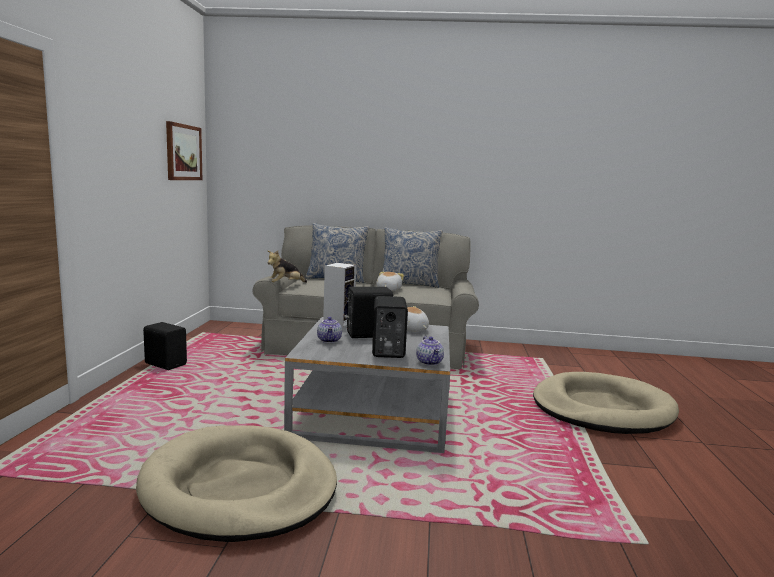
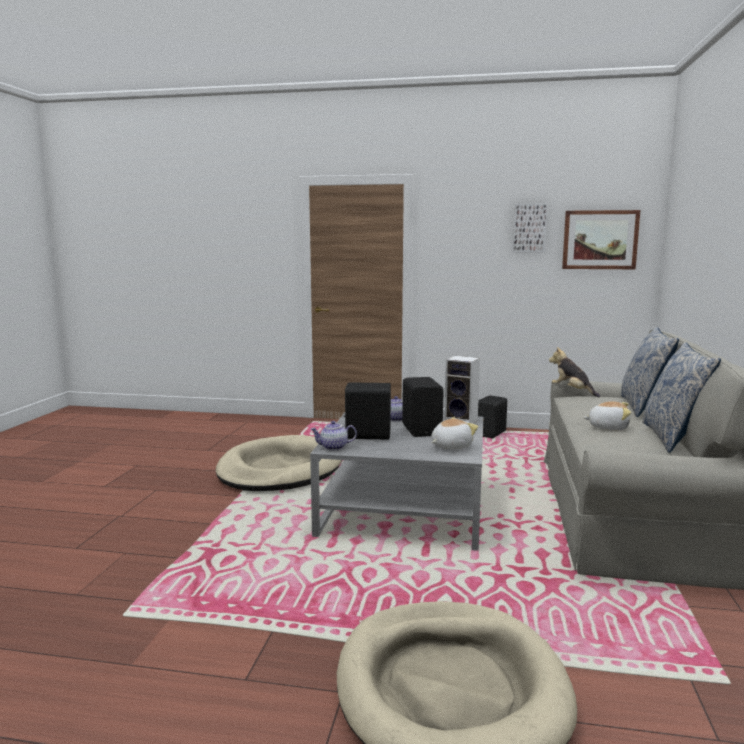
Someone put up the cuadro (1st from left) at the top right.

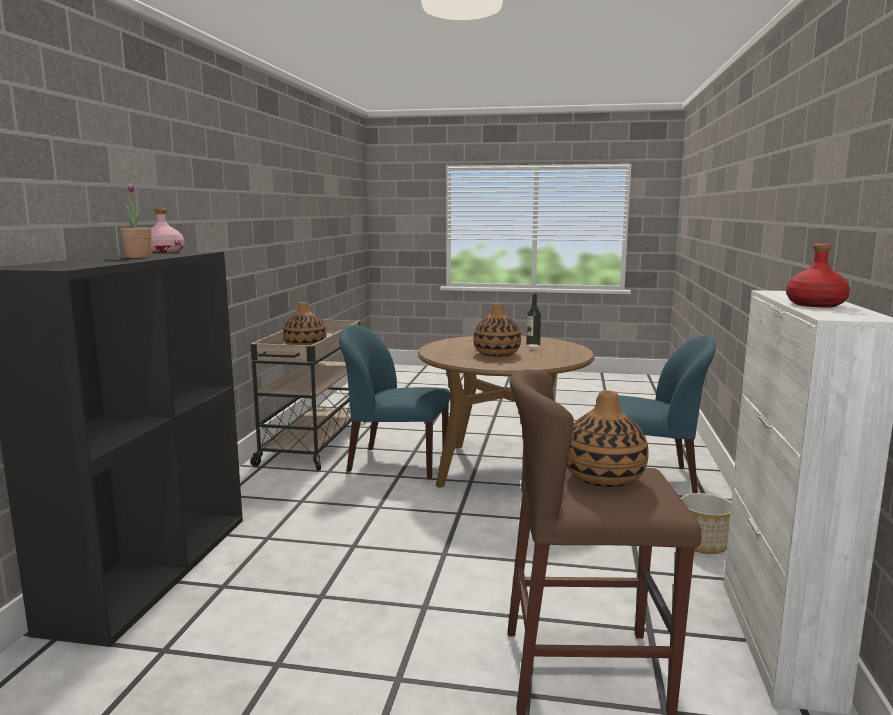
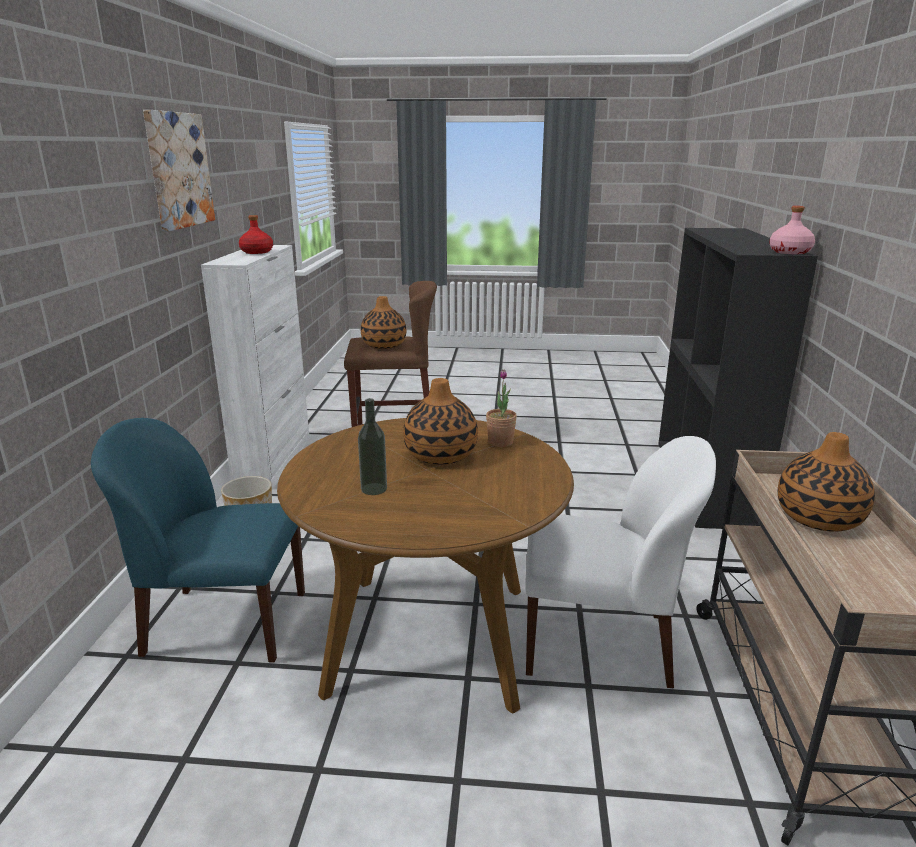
Someone carried the planta en maceta from the top left to the centre.
Someone repainted the silla/azul (1st from left) at the centre, which became the silla/blanco at the middle right.
Someone put up the cuadro at the top left.

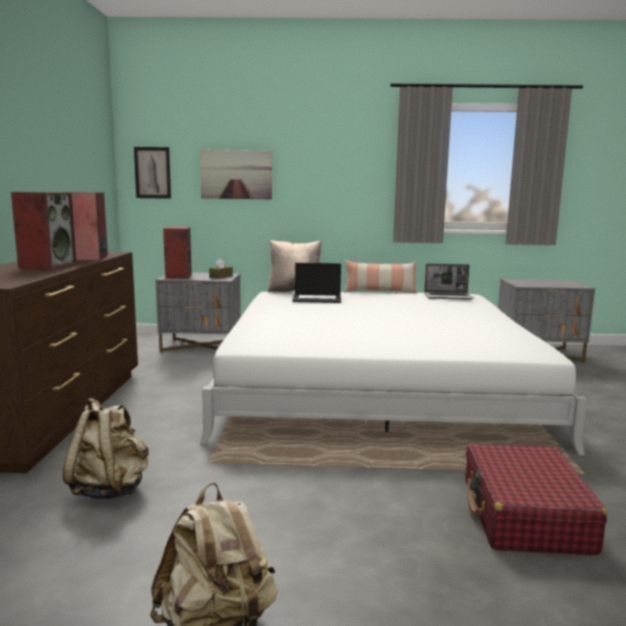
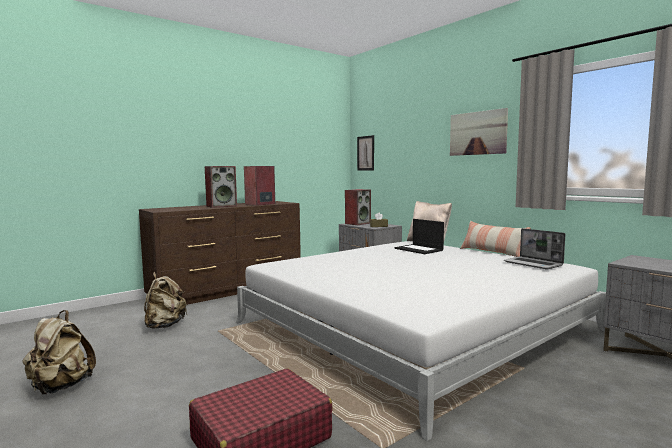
Someone carried the cuadro (2nd from left) from the top centre to the top right.

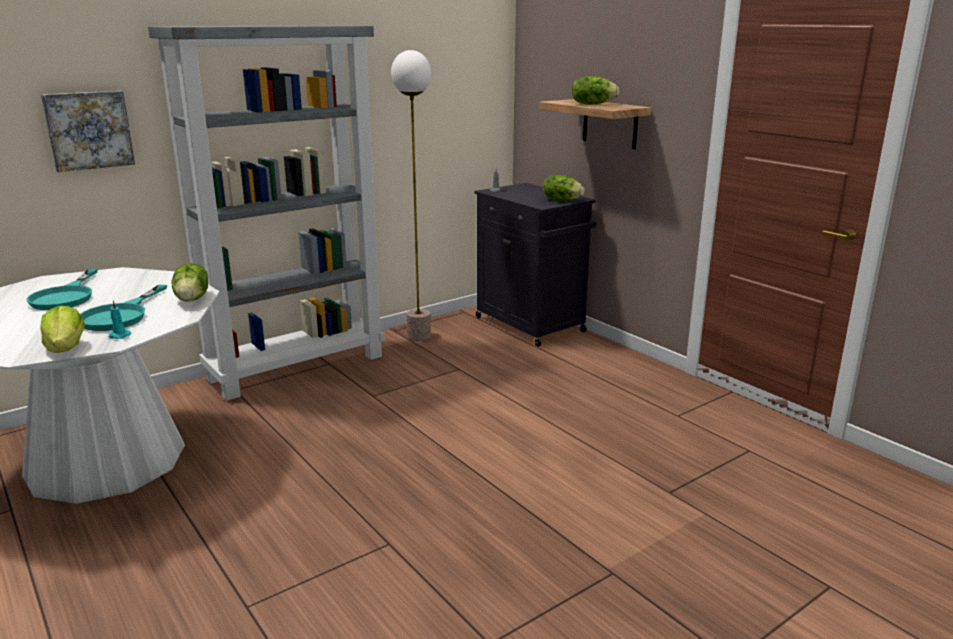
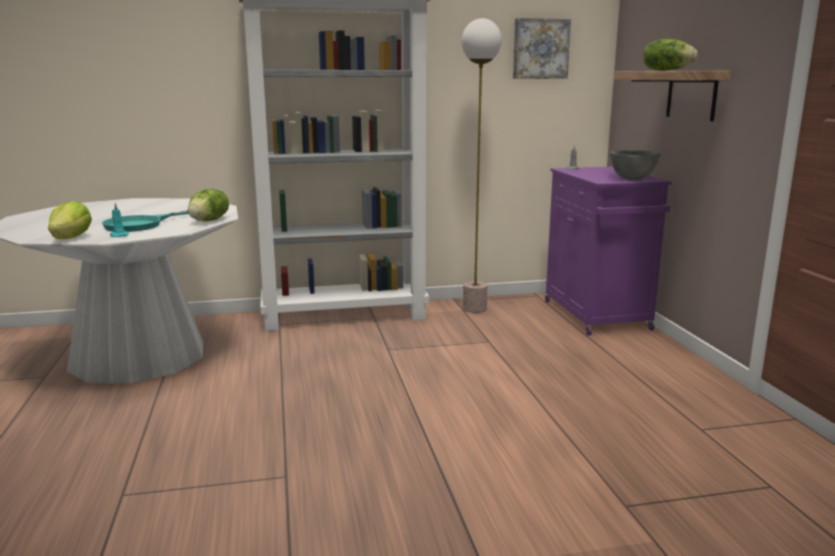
Someone carried the cuadro from the top left to the top centre.
Someone swapped the lechuga (3rd from left) at the top centre for the cuenco/gris at the top right.
Someone repainted the armario/negro at the centre, which became the armario/morado at the middle right.
Someone took away the sartén/turquesa (1st from left) at the middle left.

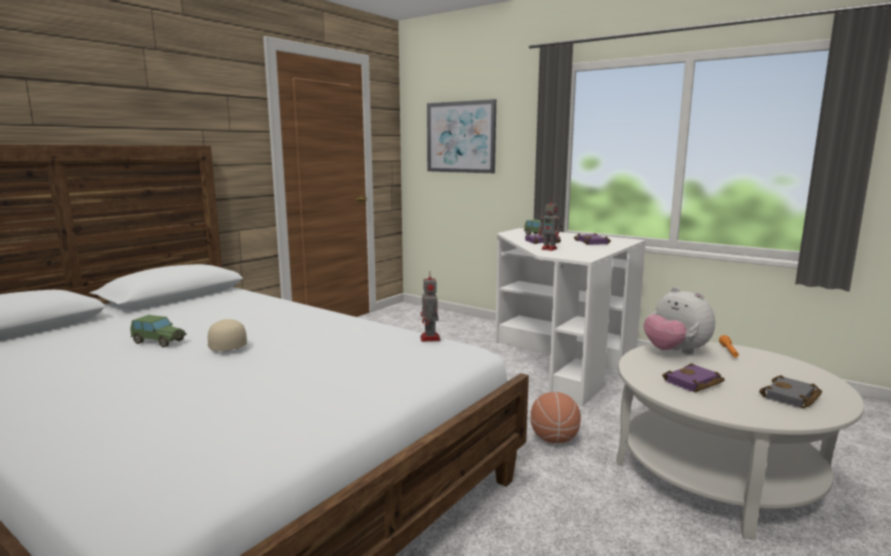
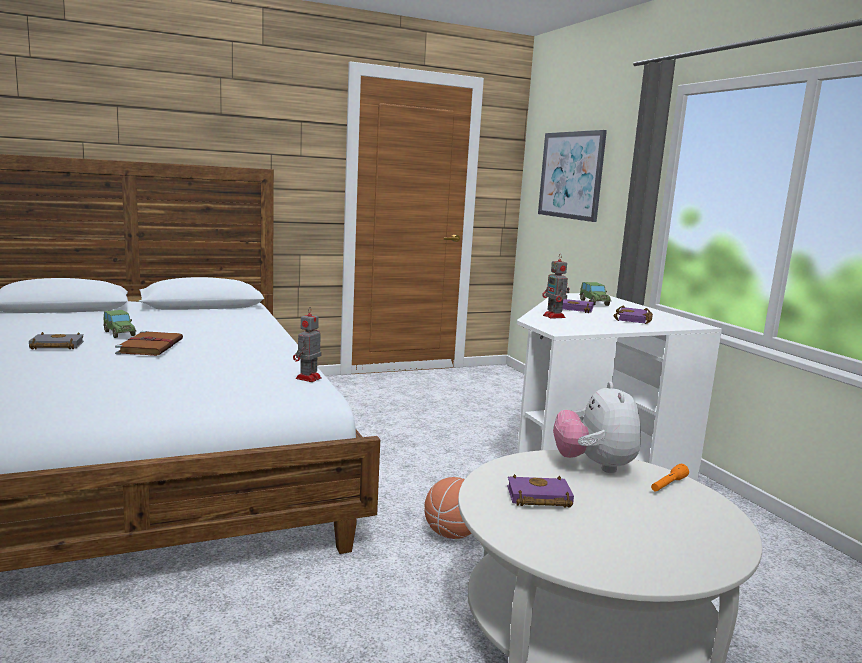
Someone swapped the gorra/beis at the middle left for the libro/marrón at the middle left.
Someone carried the libro/gris from the bottom right to the middle left.

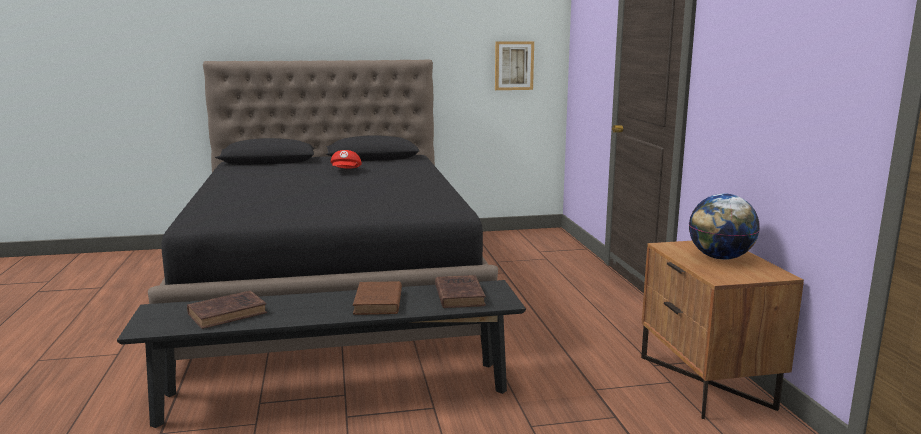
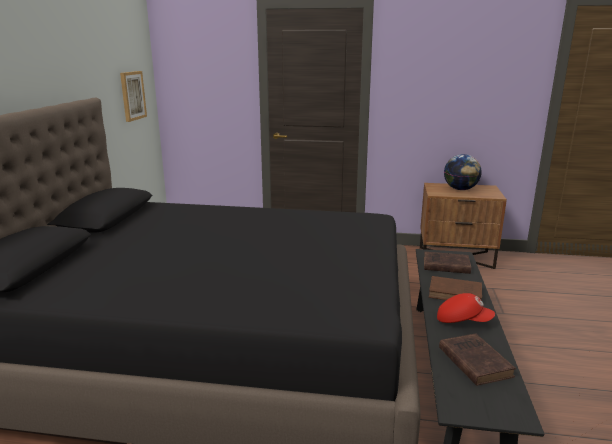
Someone carried the gorra/rojo from the centre to the bottom right.

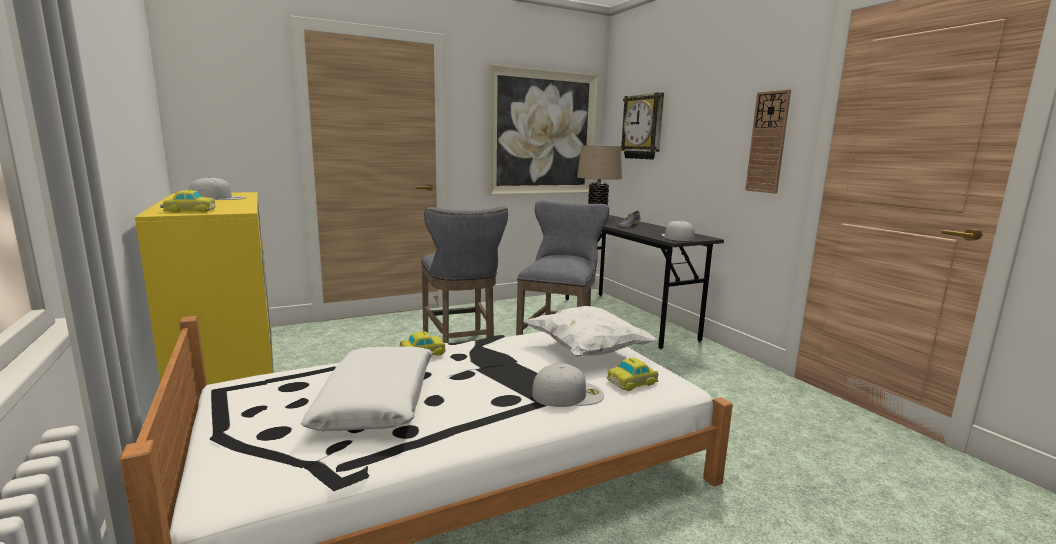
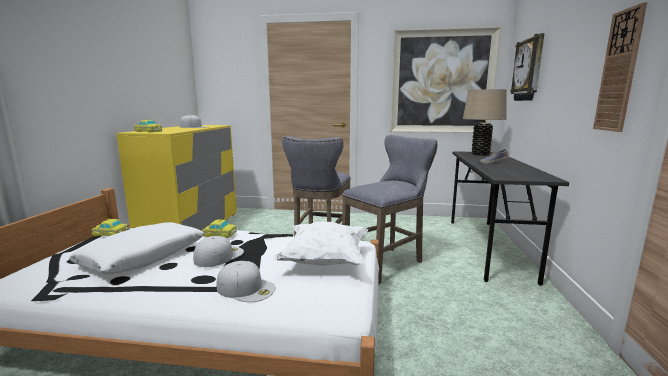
Someone carried the gorra/blanco (3rd from left in the first image) from the centre to the bottom left.
Someone carried the coche de juguete (3rd from left in the first image) from the bottom centre to the middle left.

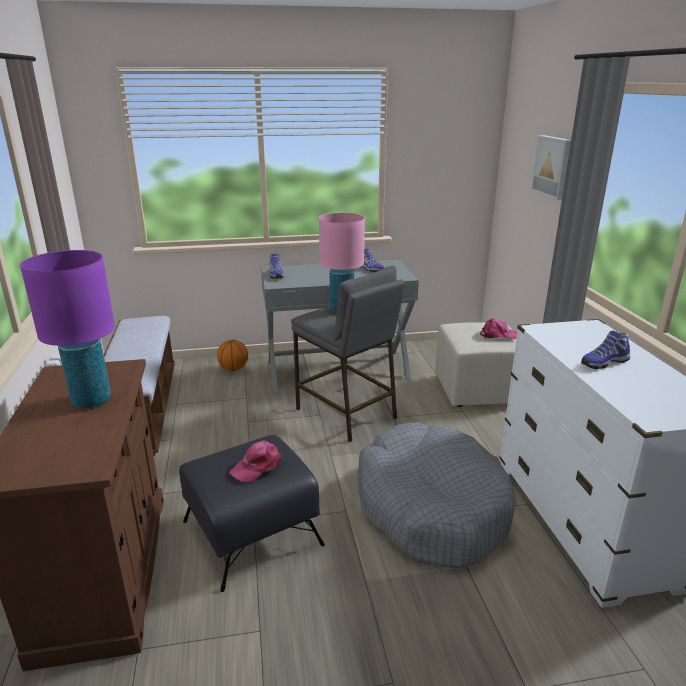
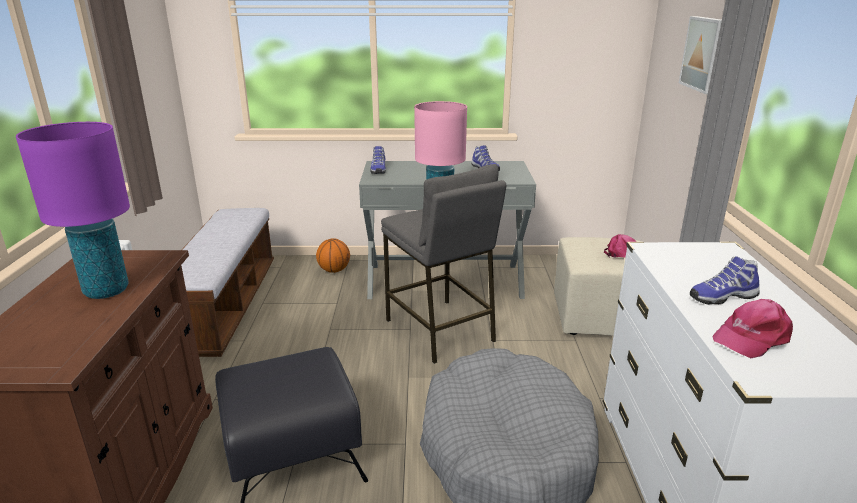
Someone carried the gorra/rosa (1st from left in the first image) from the bottom centre to the middle right.

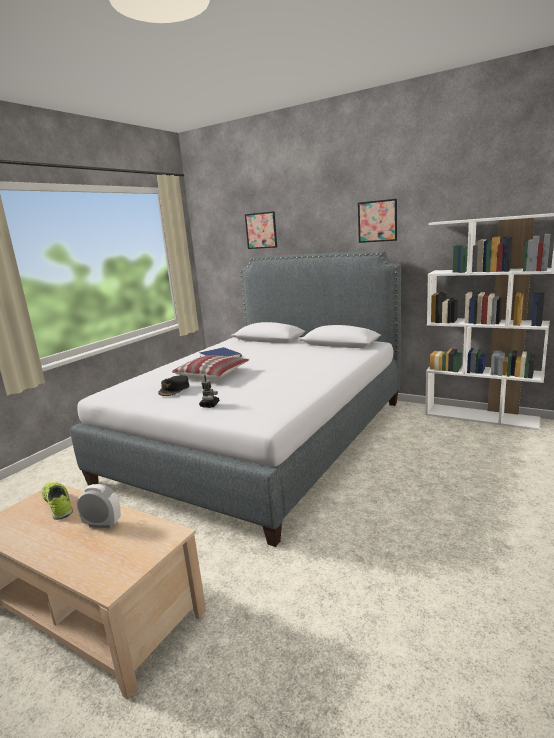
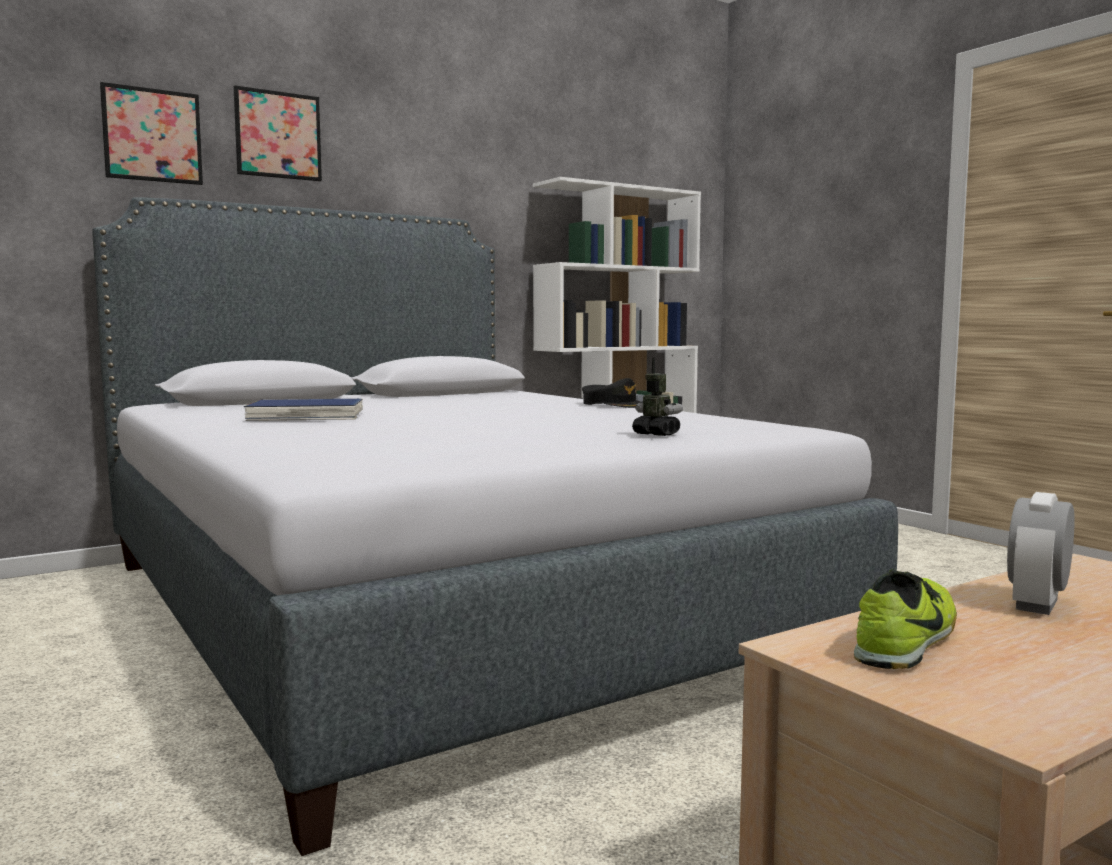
Someone carried the cuadro (2nd from left) from the top right to the top left.
Someone took away the cojín at the centre.
Someone carried the gorra/negro from the middle left to the centre.
Someone rotated the zapato at the bottom left by 135 degrees clockwise.

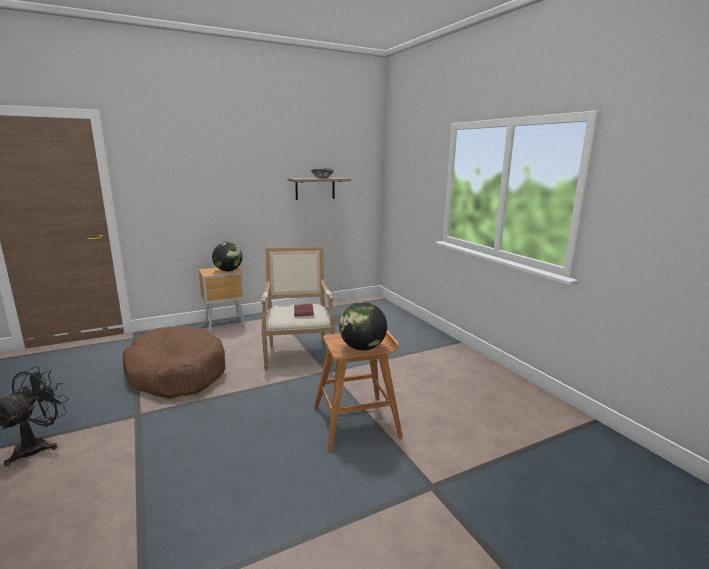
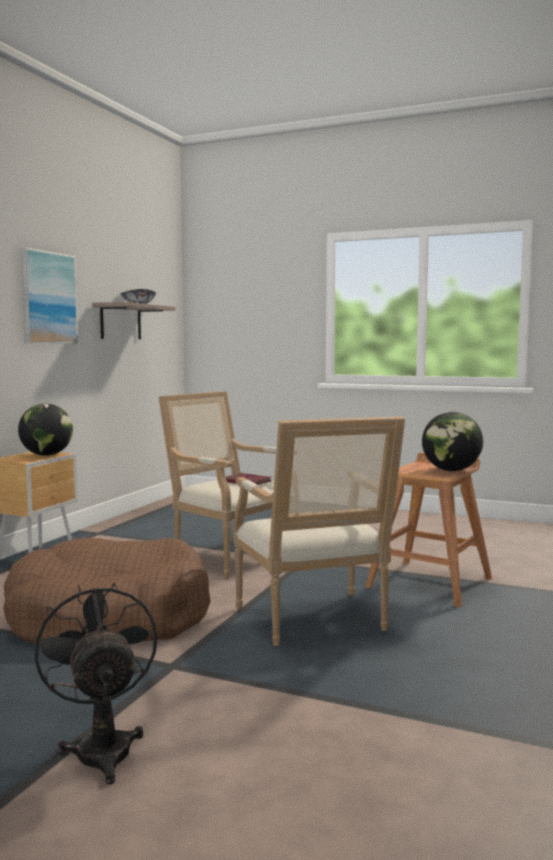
Someone put up the cuadro at the middle left.
Someone put down the sillón (2nd from left) at the centre.

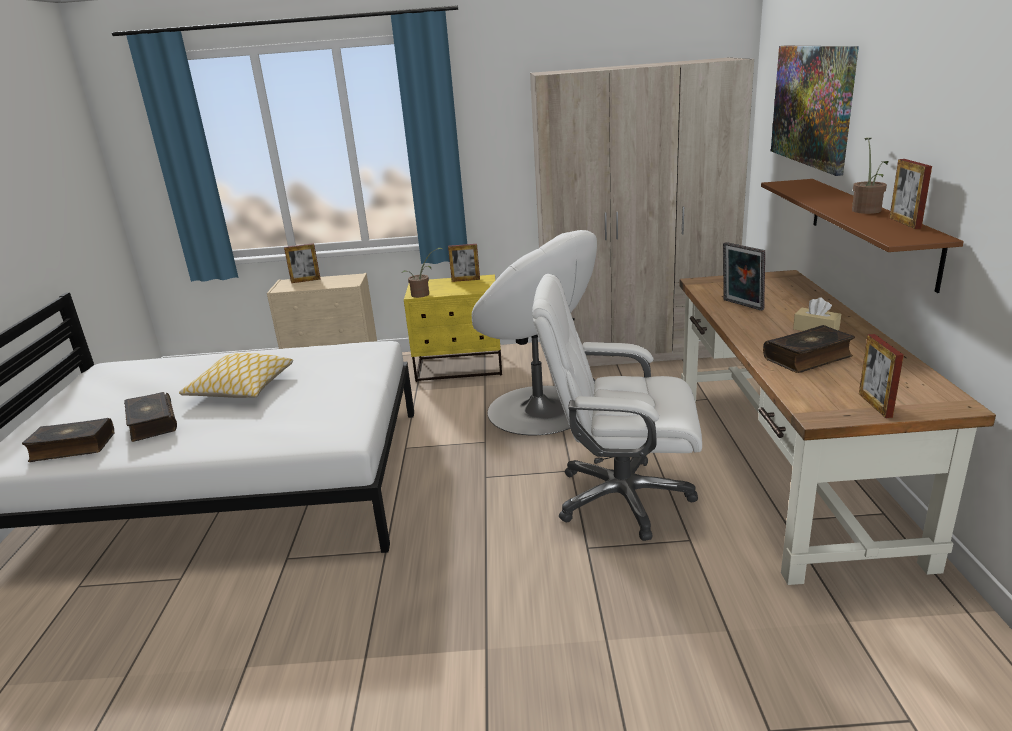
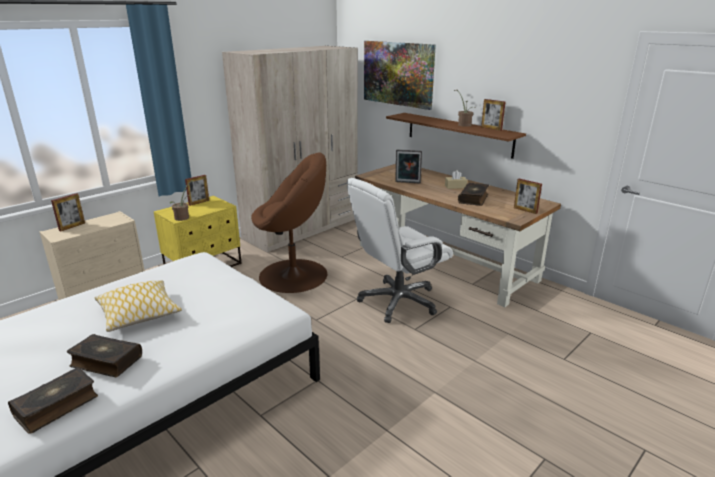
Someone repainted the sillón/blanco at the centre, which became the sillón/marrón at the centre.

